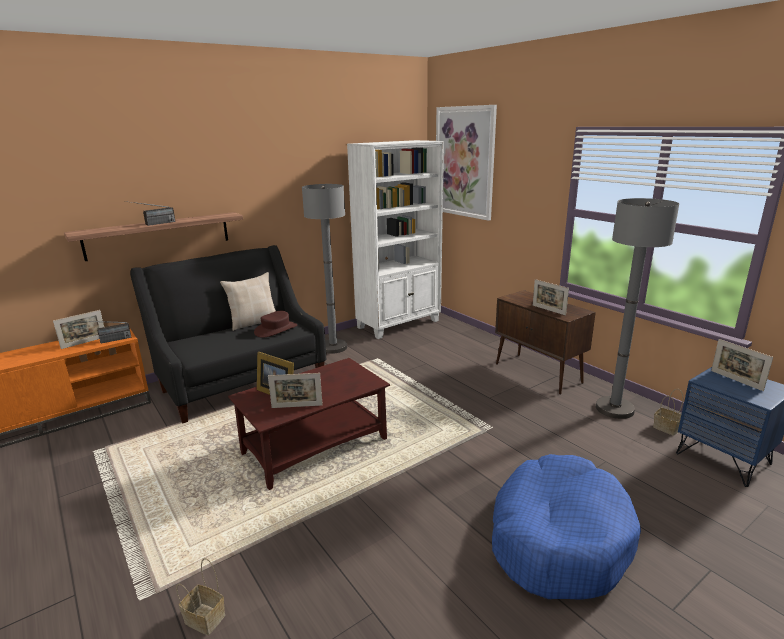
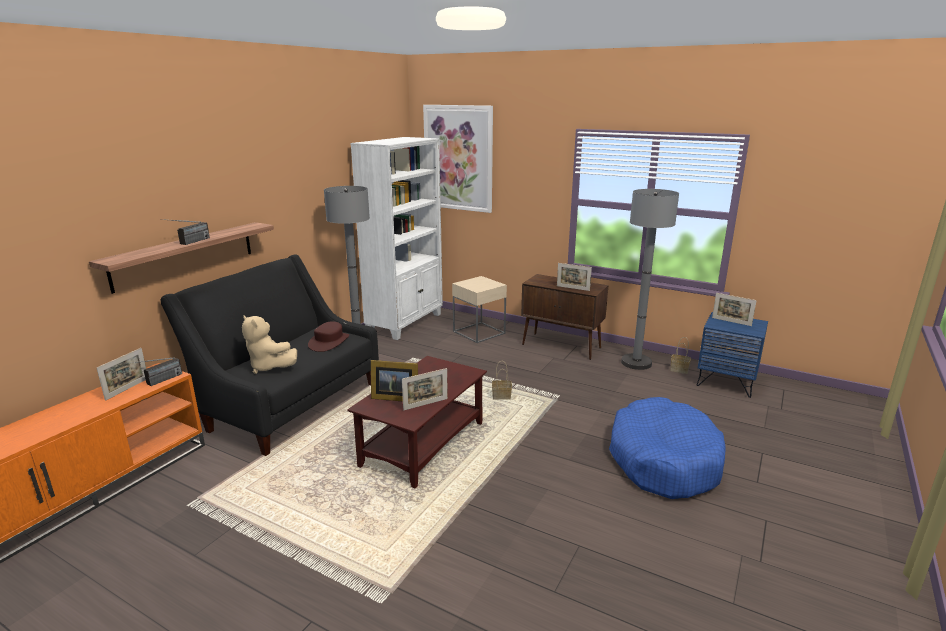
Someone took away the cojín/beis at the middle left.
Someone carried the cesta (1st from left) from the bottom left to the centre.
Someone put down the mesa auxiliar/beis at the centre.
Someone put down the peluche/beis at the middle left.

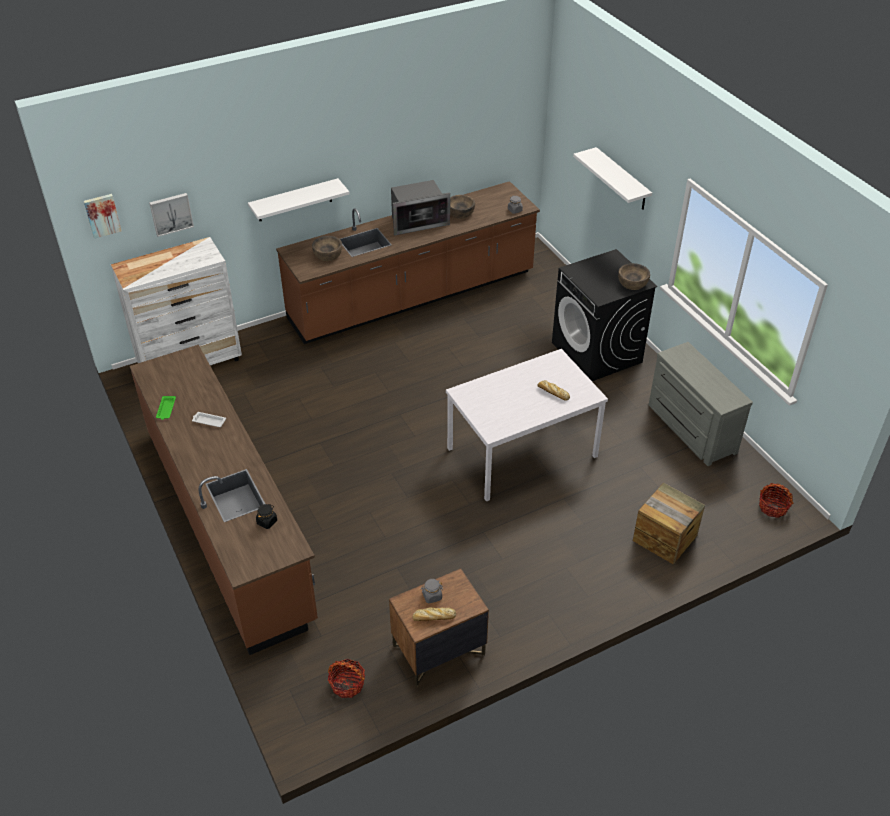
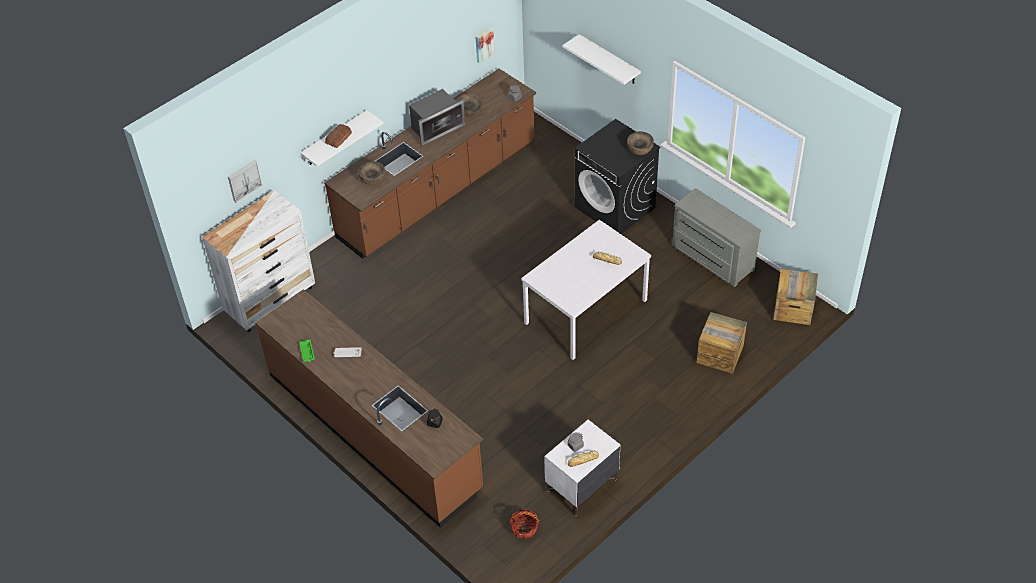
Someone carried the cuadro (1st from left in the first image) from the top left to the top centre.
Someone swapped the cesta (2nd from left) at the middle right for the caja de embalaje (2nd from left) at the middle right.
Someone repainted the mesita de noche/marrón at the bottom centre, which became the mesita de noche/blanco at the bottom centre.
Someone put down the pan (1st from left) at the top left.

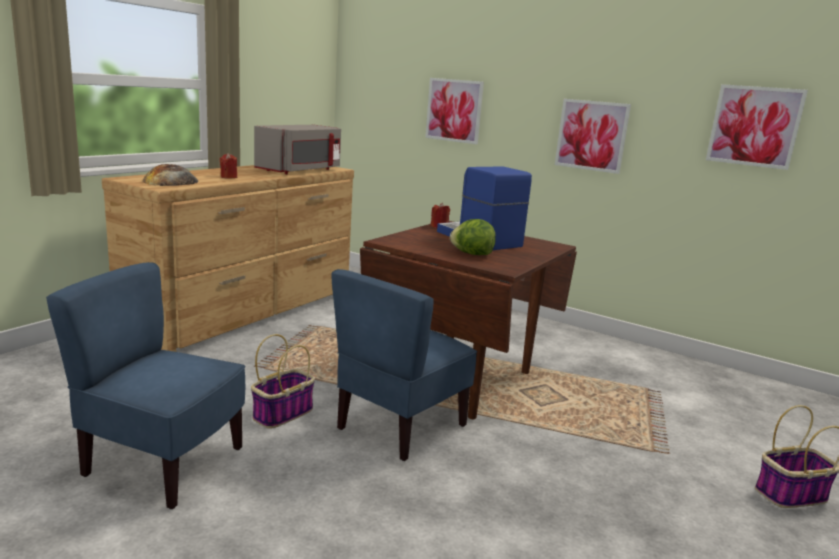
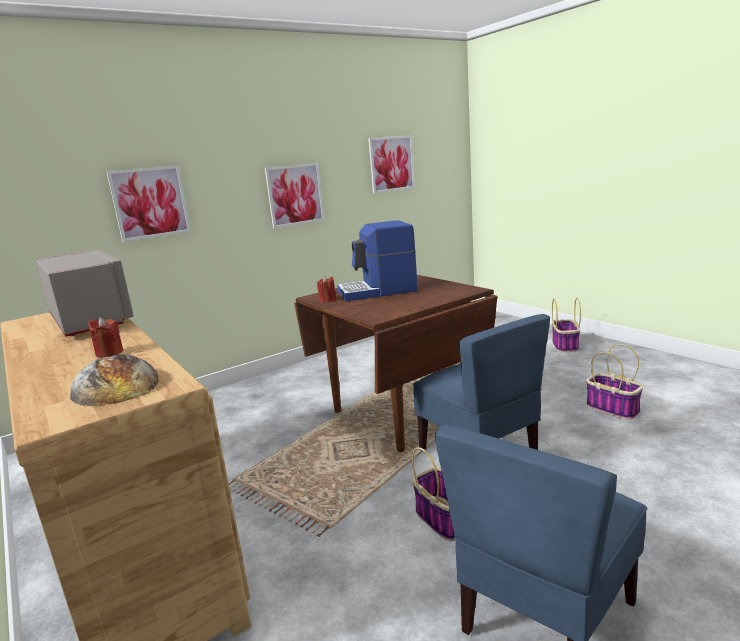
Someone took away the lechuga at the centre.
Someone put down the cesta (3rd from left) at the middle right.

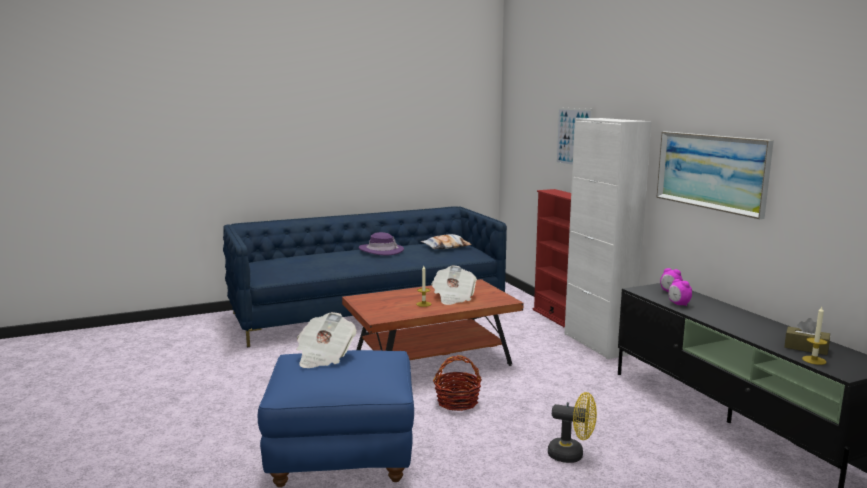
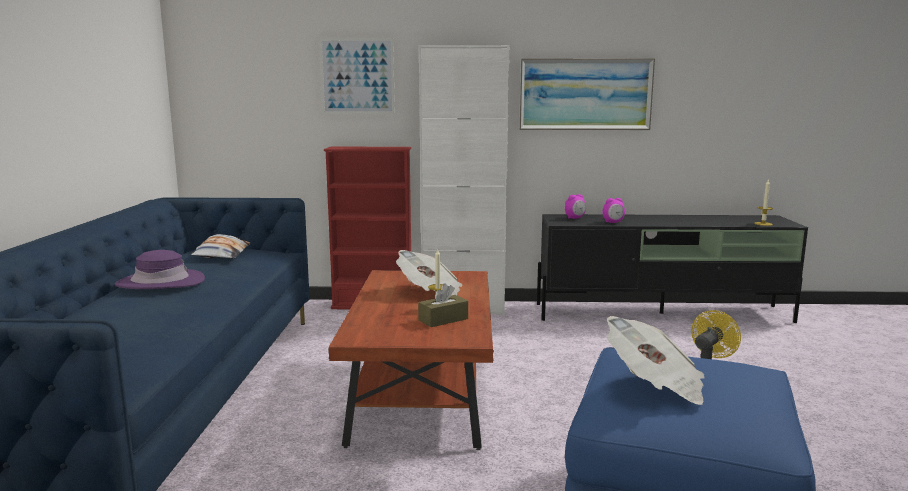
Someone carried the caja de pañuelos/marrón from the bottom right to the centre.
Someone took away the cesta at the bottom centre.

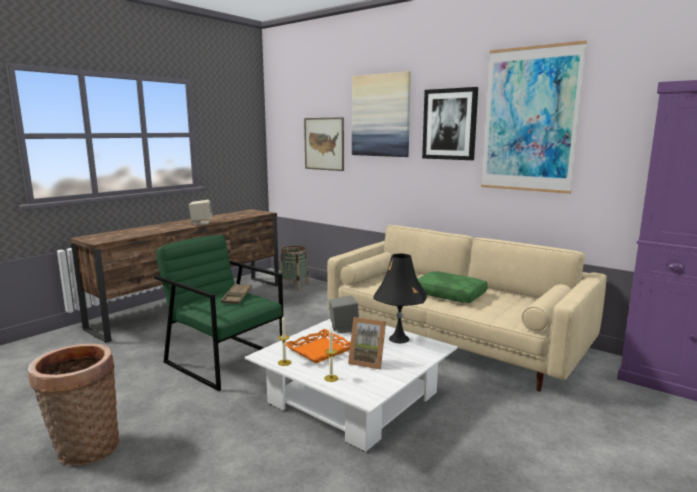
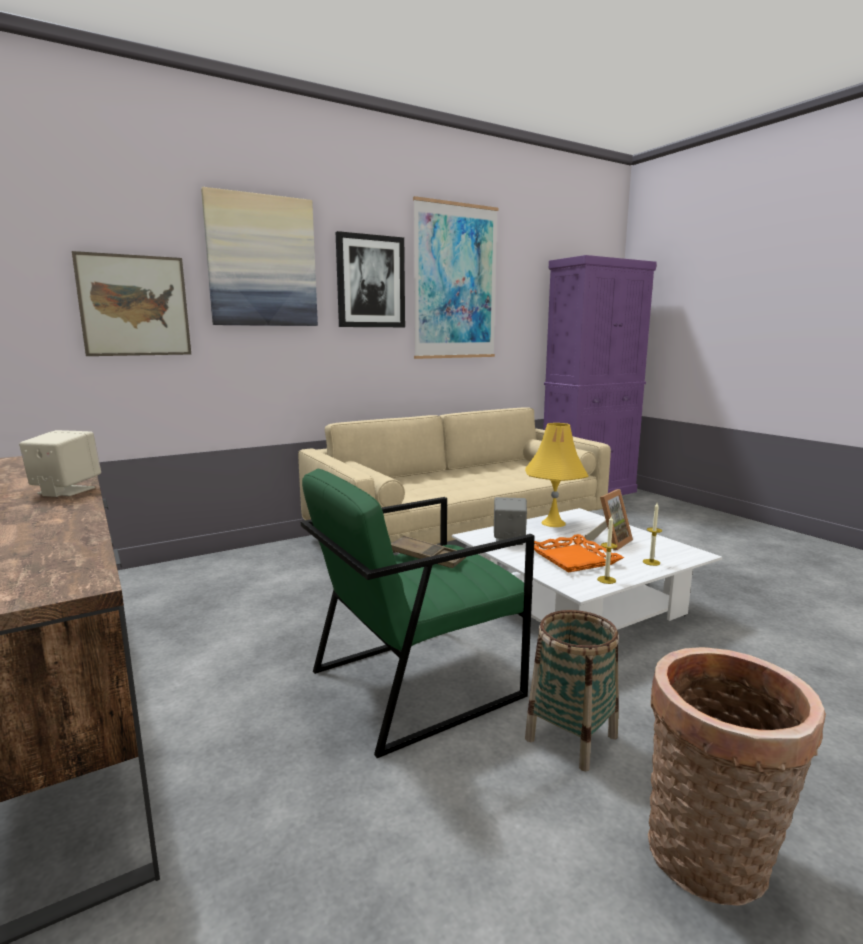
Someone carried the cesta (2nd from left in the first image) from the centre to the bottom centre.
Someone repainted the lámpara de mesa/negro at the centre, which became the lámpara de mesa/amarillo at the centre.
Someone took away the cojín/verde at the centre.

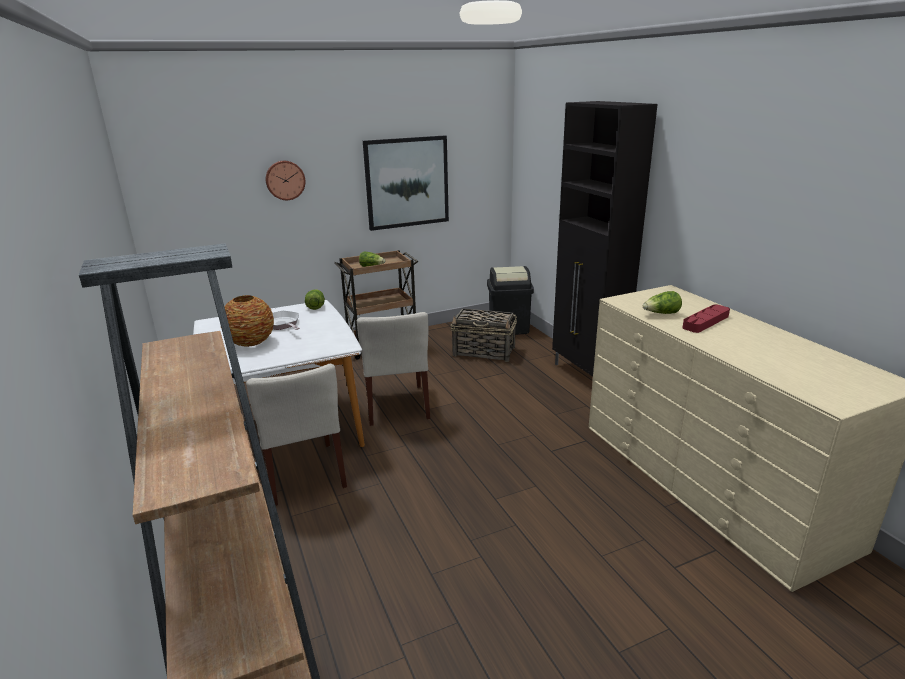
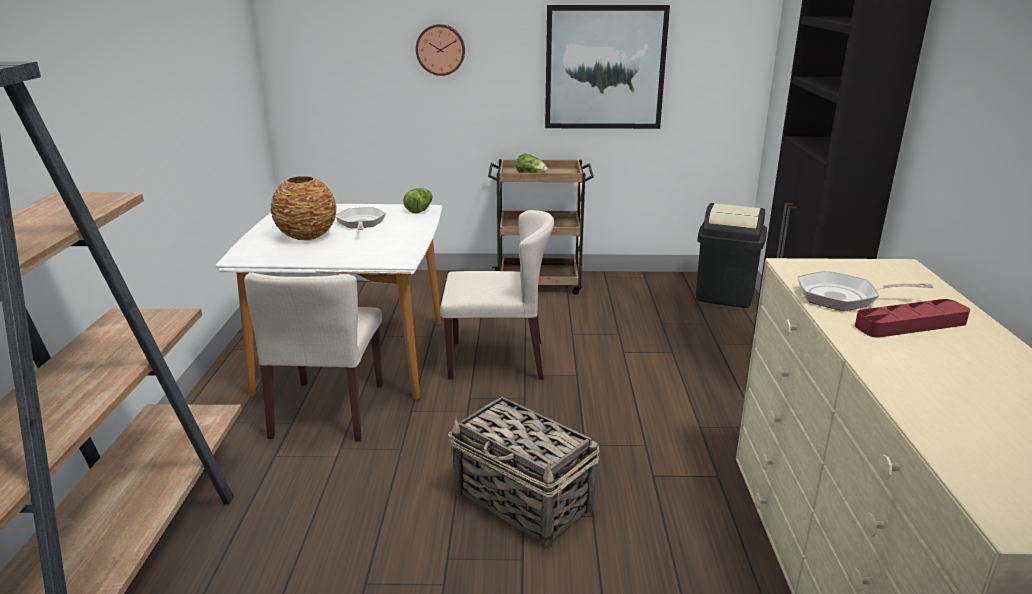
Someone swapped the lechuga (3rd from left) at the middle right for the sartén (2nd from left) at the middle right.
Someone carried the cesta from the centre to the bottom centre.
Someone rotated the silla/beis (2nd from left) at the centre by 105 degrees counterclockwise.

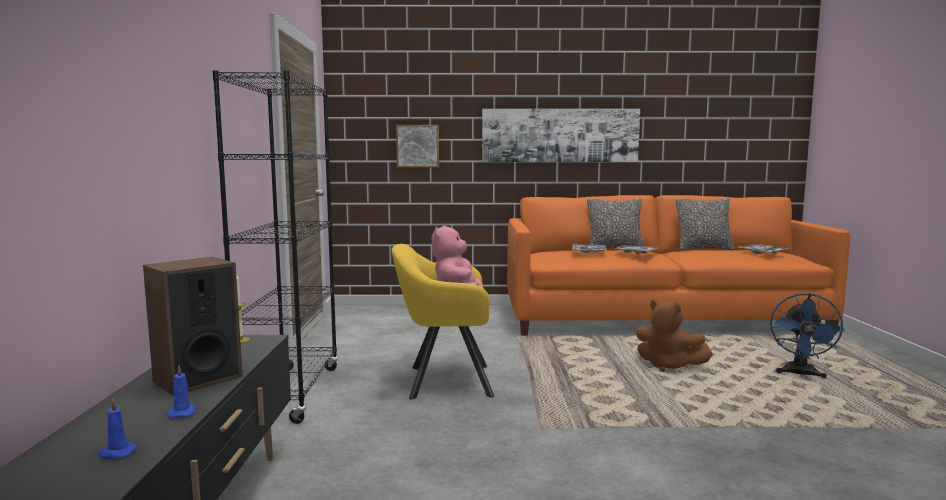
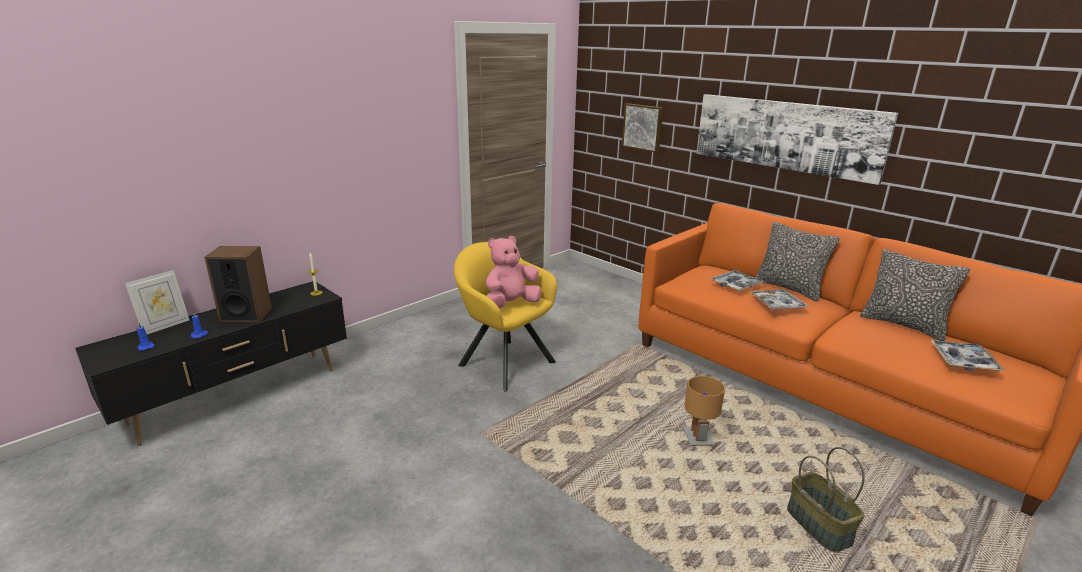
Someone took away the estantería/negro at the middle left.
Someone swapped the ventilador/azul at the bottom right for the cesta at the bottom right.
Someone swapped the peluche/marrón at the bottom right for the lámpara de mesa/marrón at the bottom centre.
Someone put down the portarretratos at the middle left.

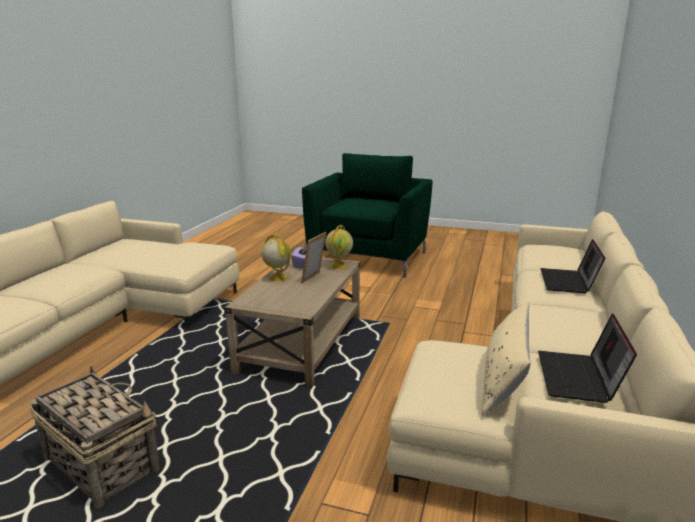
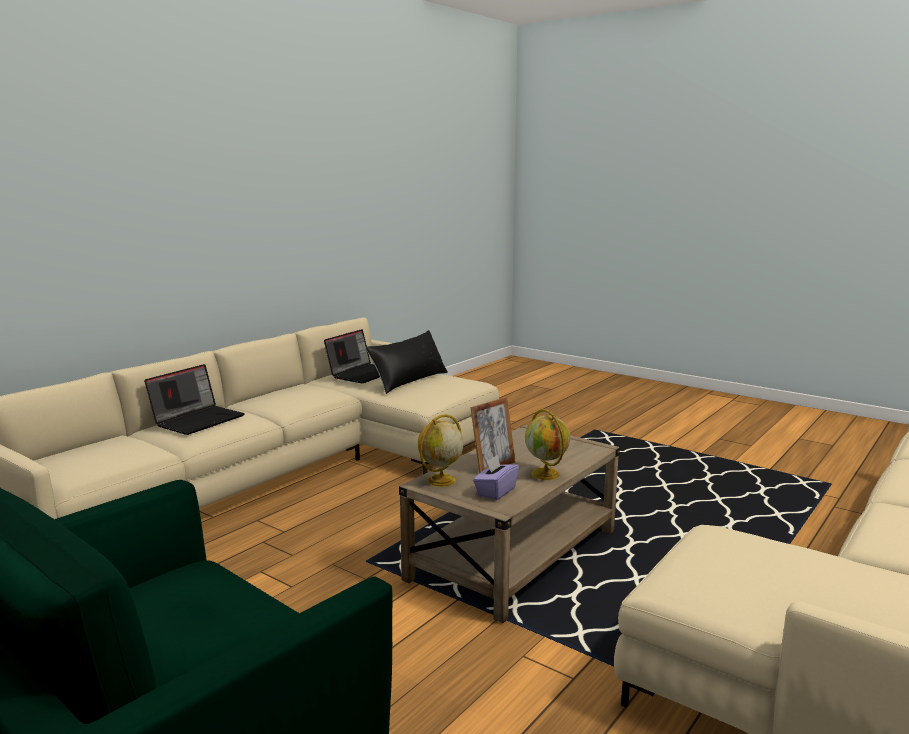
Someone repainted the cojín/beis at the bottom right, which became the cojín/negro at the centre.
Someone took away the cesta at the bottom left.

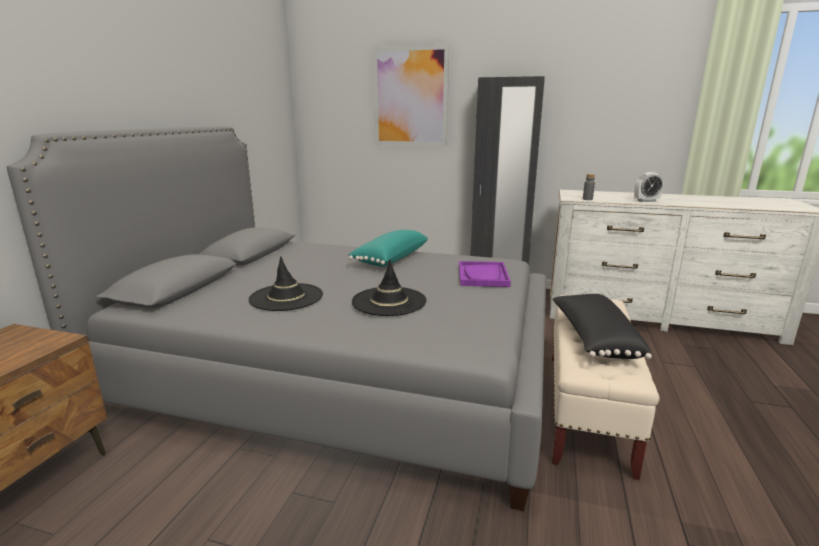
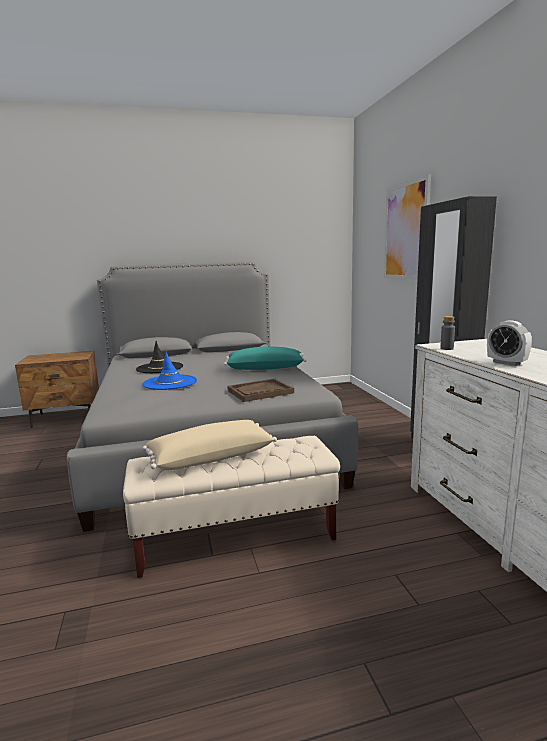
Someone repainted the sombrero/negro (2nd from left) at the centre, which became the sombrero/azul at the middle left.
Someone repainted the bandeja/morado at the centre, which became the bandeja/marrón at the centre.
Someone repainted the cojín/negro at the middle right, which became the cojín/beis at the centre.

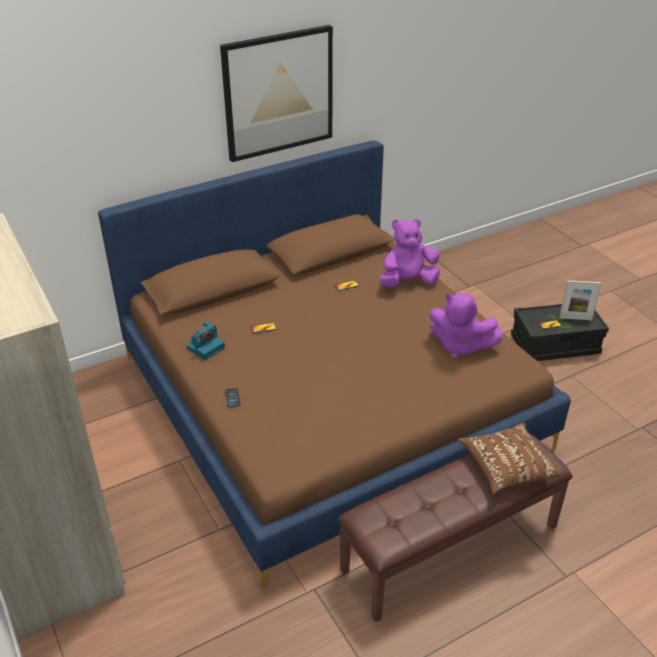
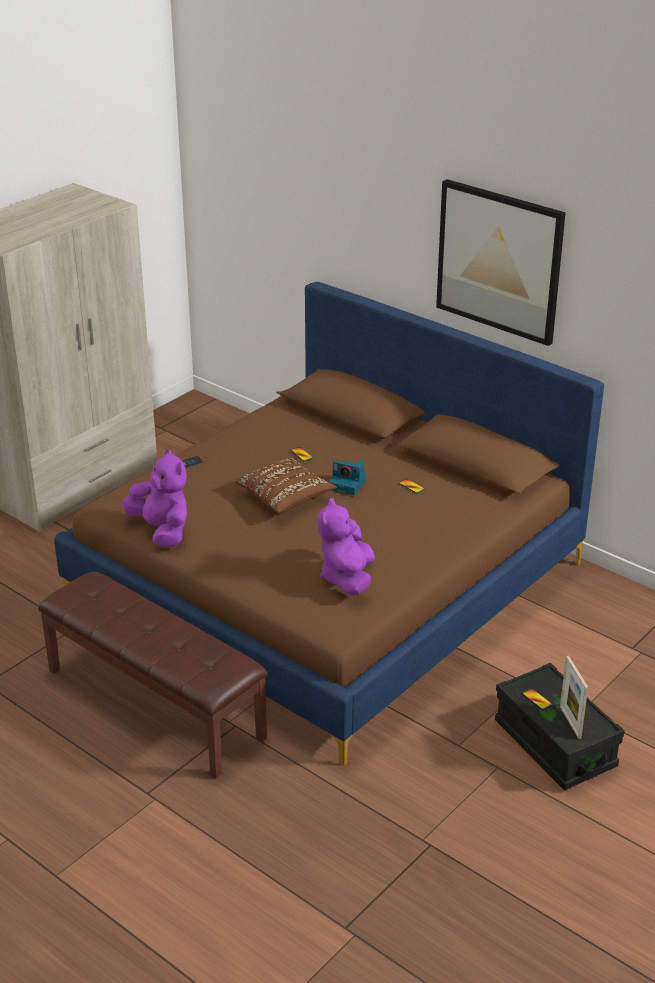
Someone carried the peluche/morado (1st from left) from the centre to the middle left.
Someone carried the cámara from the middle left to the centre.
Someone carried the cojín/marrón from the bottom right to the centre.

